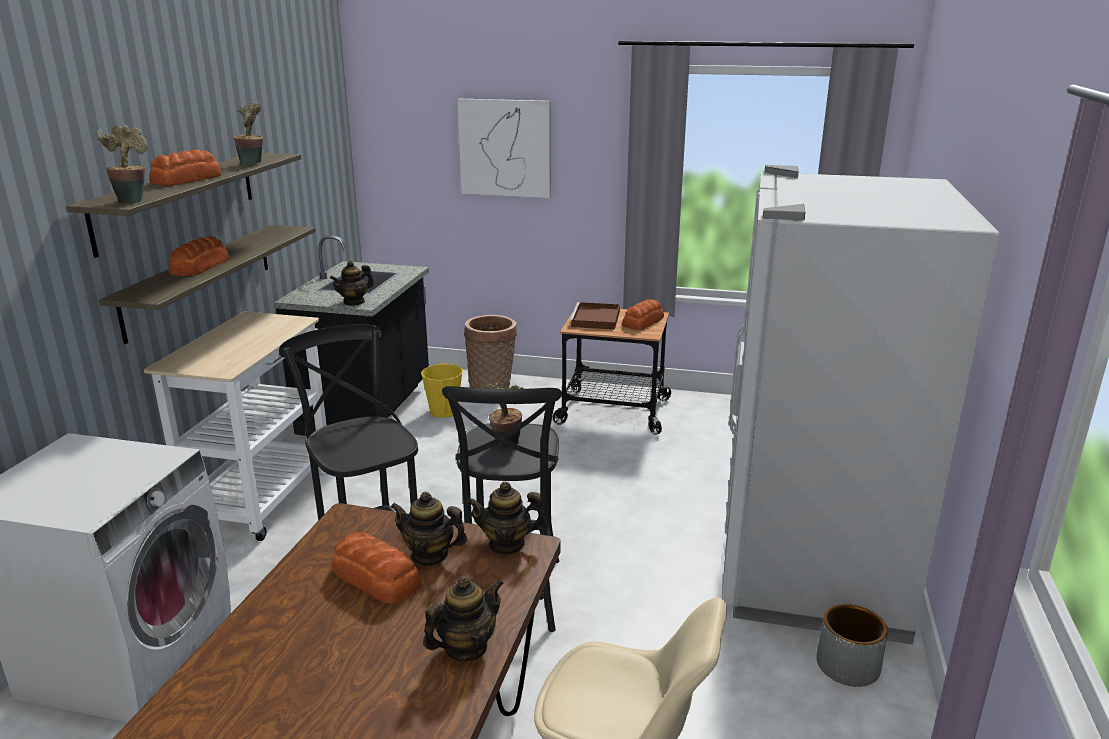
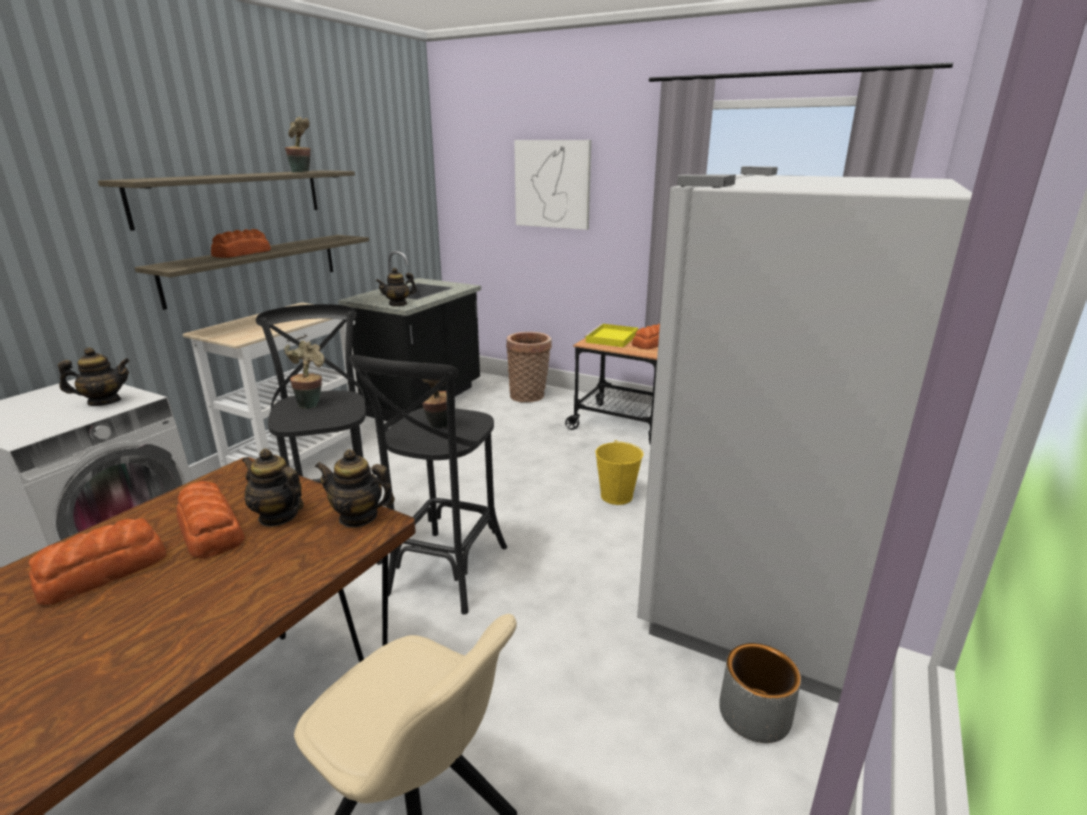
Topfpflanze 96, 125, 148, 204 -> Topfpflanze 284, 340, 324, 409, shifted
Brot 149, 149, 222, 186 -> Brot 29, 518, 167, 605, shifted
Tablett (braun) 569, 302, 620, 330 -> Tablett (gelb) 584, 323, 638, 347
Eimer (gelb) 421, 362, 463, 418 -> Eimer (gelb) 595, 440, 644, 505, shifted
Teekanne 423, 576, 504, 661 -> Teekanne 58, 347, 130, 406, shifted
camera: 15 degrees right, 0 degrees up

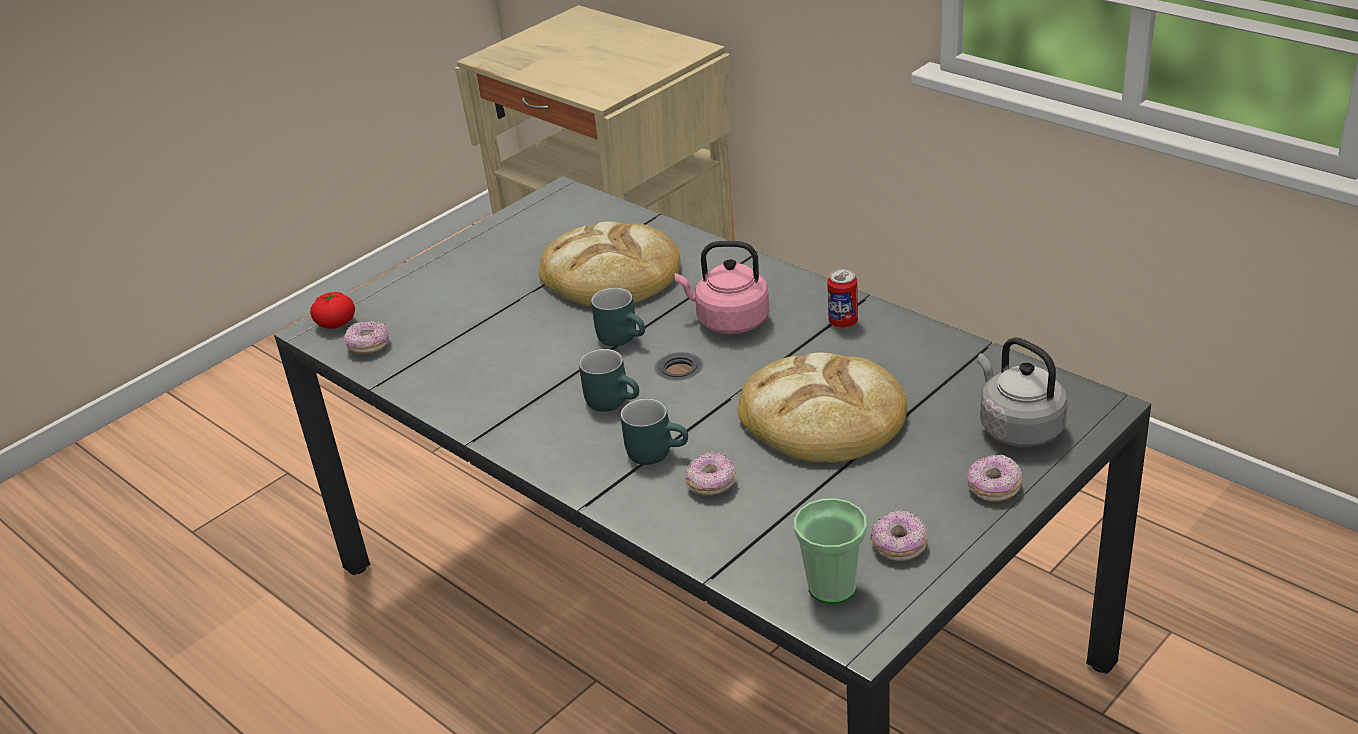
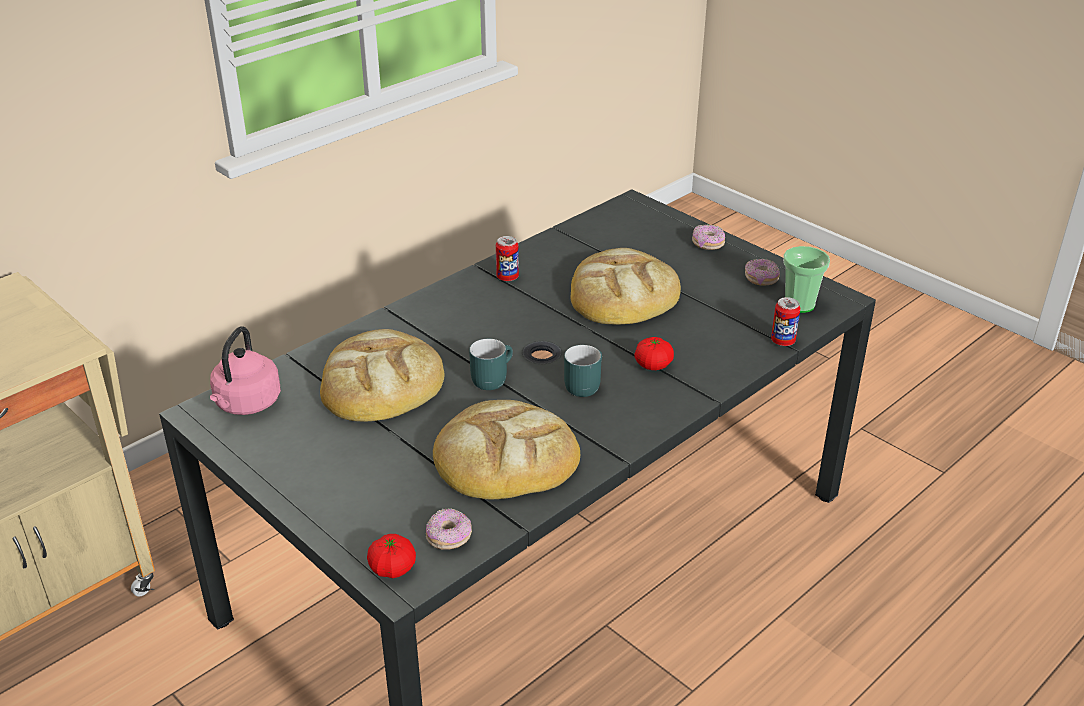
Wasserkessel (rosa) 675, 241, 769, 334 -> Wasserkessel (rosa) 210, 326, 281, 415, shifted
Wasserkessel (grau) 977, 337, 1068, 447 -> none
Henkelbecher (türkis) 620, 398, 688, 465 -> Tomate 634, 337, 674, 370
Donut 685, 452, 737, 495 -> none
none -> Dose 771, 297, 801, 346
none -> Brot 433, 400, 580, 500
camera: 90 degrees left, 0 degrees up

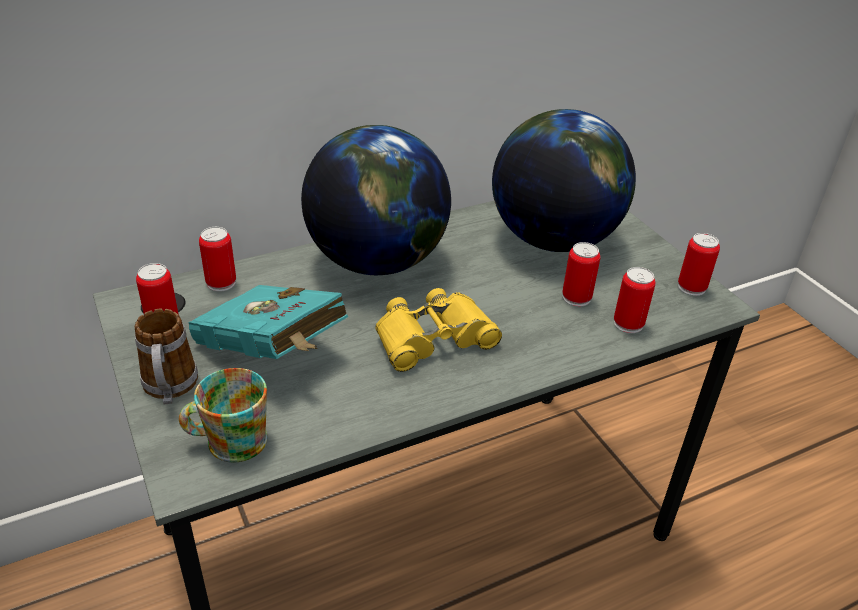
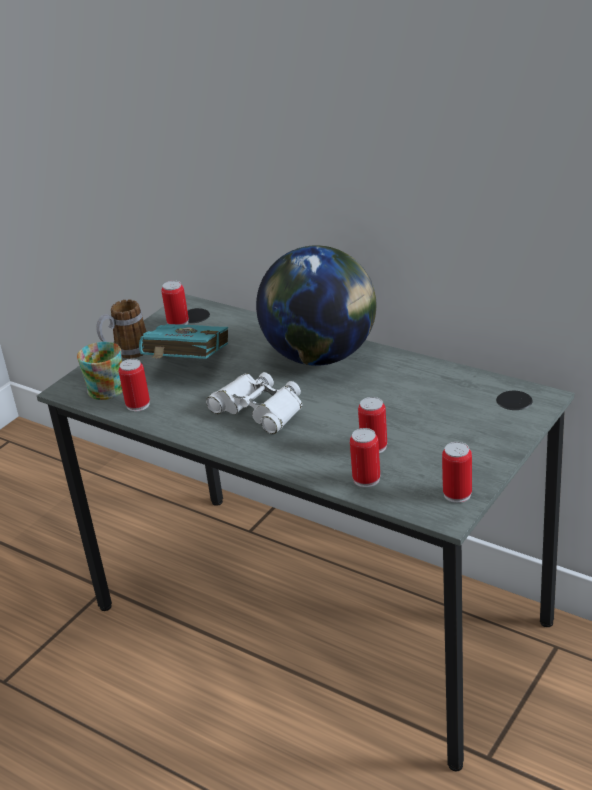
Globus 492, 109, 636, 252 -> none
Dose 199, 227, 236, 292 -> Dose 119, 359, 150, 412, shifted
Fernglas (gelb) 375, 288, 502, 372 -> Fernglas (weiß) 206, 372, 302, 434
camera: 65 degrees right, 5 degrees down

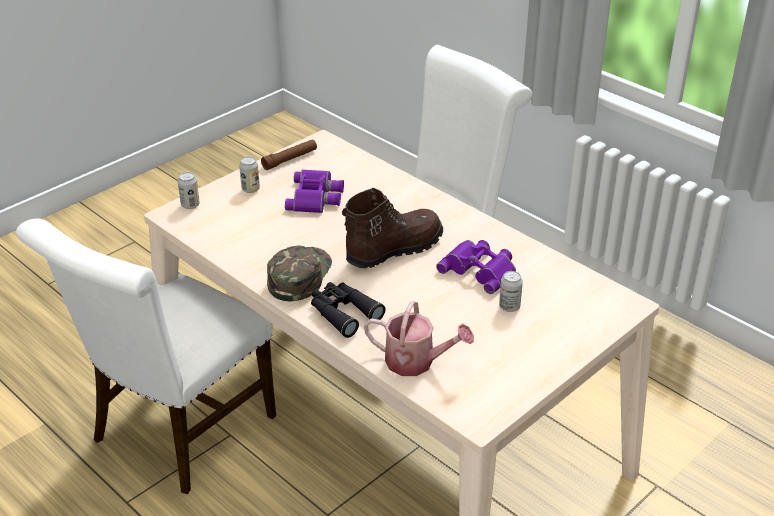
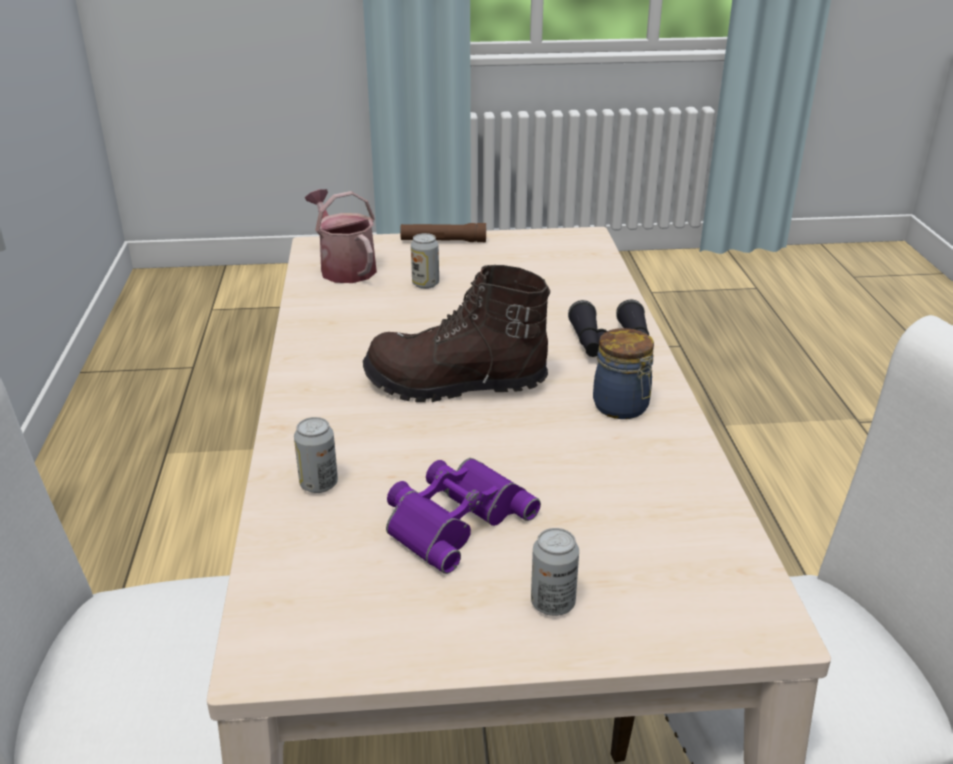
Taschenlampe (braun) 261, 139, 317, 170 -> Taschenlampe (braun) 400, 223, 486, 242, shifted
Dose 178, 172, 200, 209 -> Dose 294, 417, 338, 493, shifted
Fernglas (lila) 436, 240, 516, 294 -> none
Kappe (grün) 267, 245, 332, 301 -> Vorratsglas 593, 328, 654, 419
Gießkanne 364, 301, 474, 376 -> Gießkanne 305, 189, 377, 283, shifted
camera: 140 degrees left, 5 degrees down

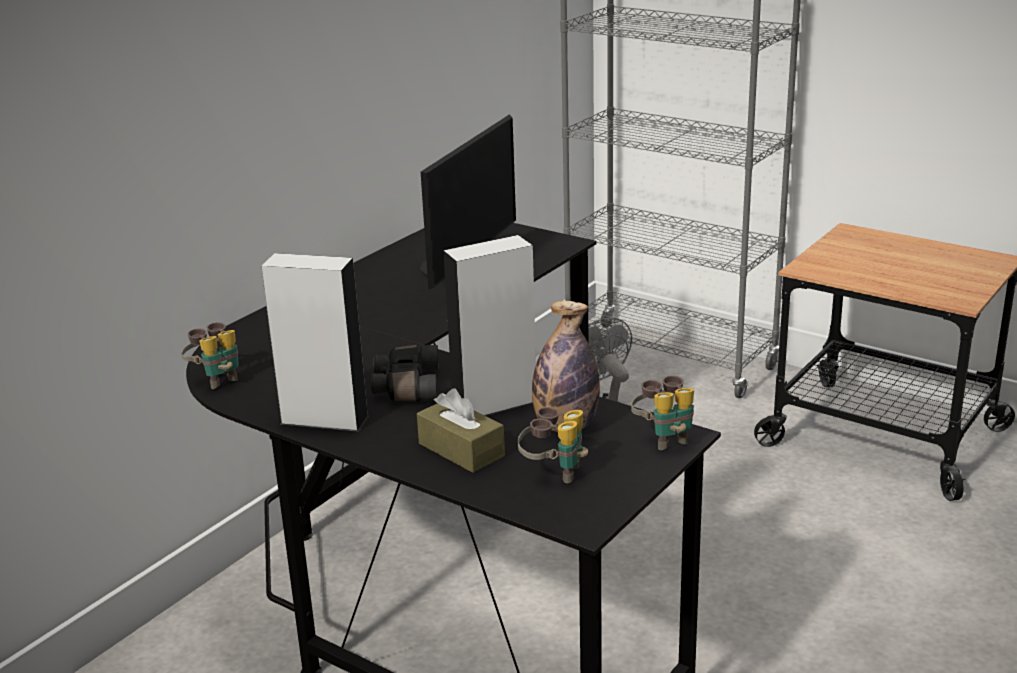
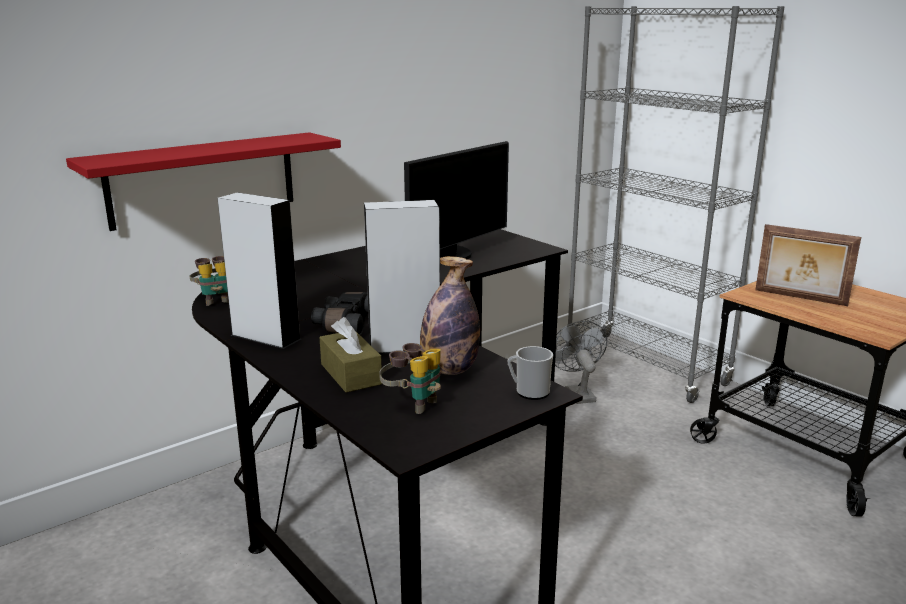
Fernglas 631, 375, 694, 450 -> Henkelbecher 508, 346, 553, 400
none -> Wandregal (rot) 66, 132, 341, 231
none -> Bilderrahmen 755, 224, 861, 306
camera: 15 degrees right, 5 degrees down

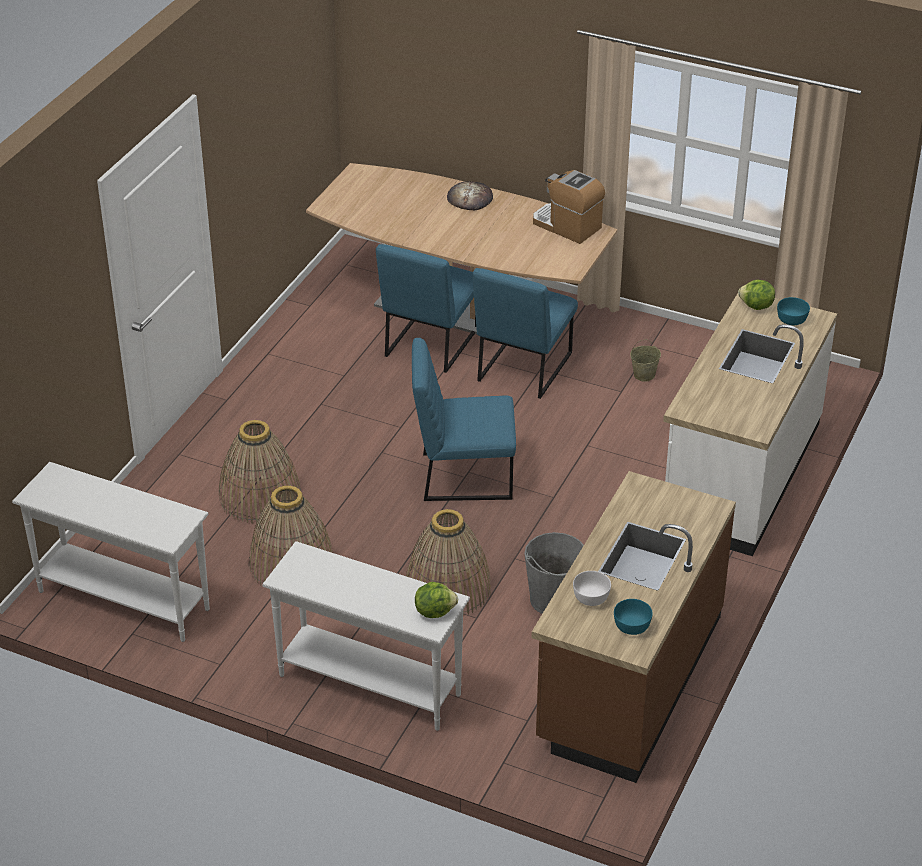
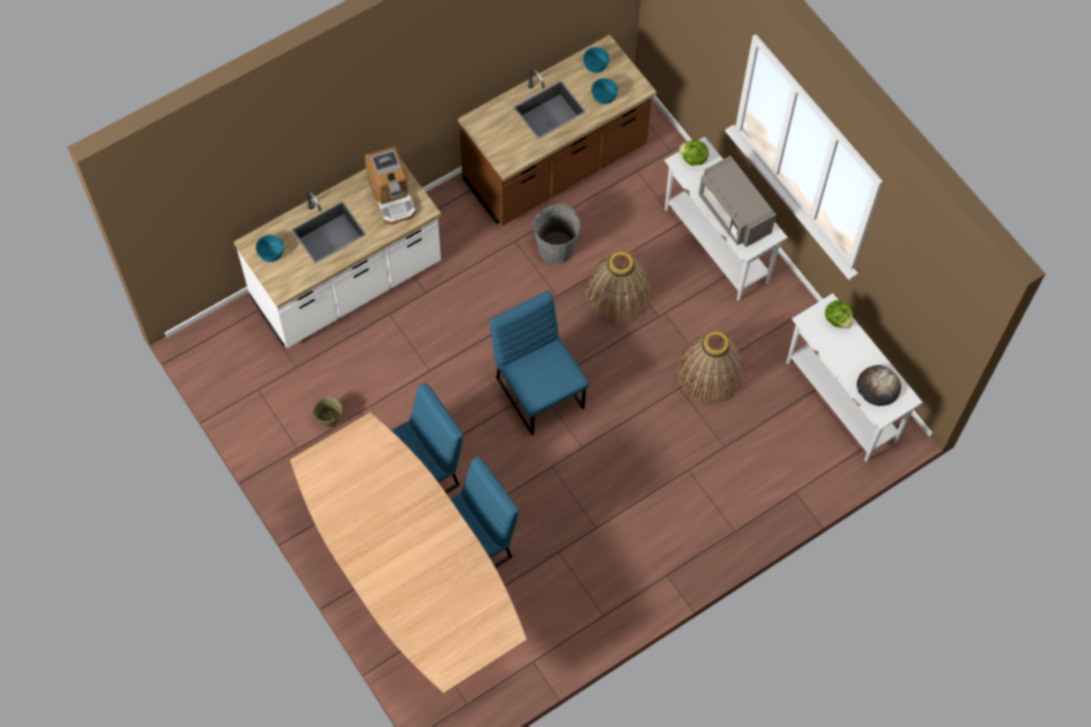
Kaffeemaschine 533, 170, 605, 244 -> Kaffeemaschine 365, 146, 416, 225, shifted
Brot 447, 181, 493, 210 -> Brot 857, 365, 901, 406, shifted
Salatkopf 738, 280, 775, 310 -> Salatkopf 825, 300, 853, 328, shifted
Stuhl (blau) 412, 338, 516, 501 -> Stuhl (blau) 489, 291, 589, 435, 150 degrees counterclockwise
Korb 219, 420, 301, 524 -> none
Schüssel (weiß) 573, 571, 611, 606 -> Schüssel (türkis) 592, 78, 618, 104
none -> Mikrowelle (grau) 699, 156, 776, 247
camera: 150 degrees left, 25 degrees up

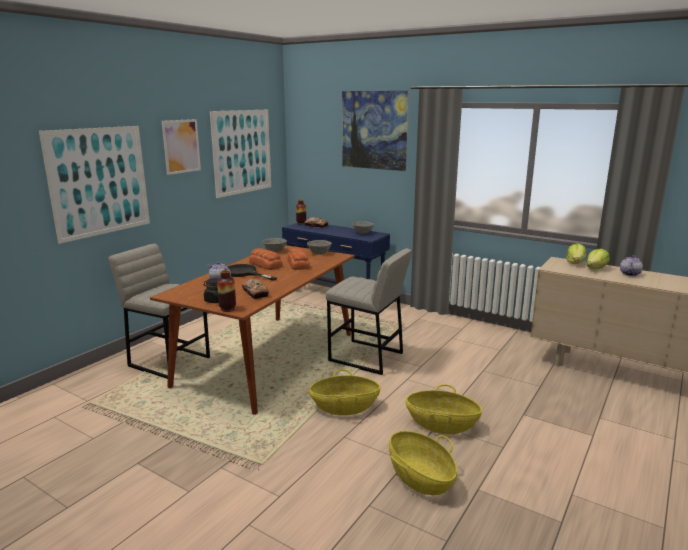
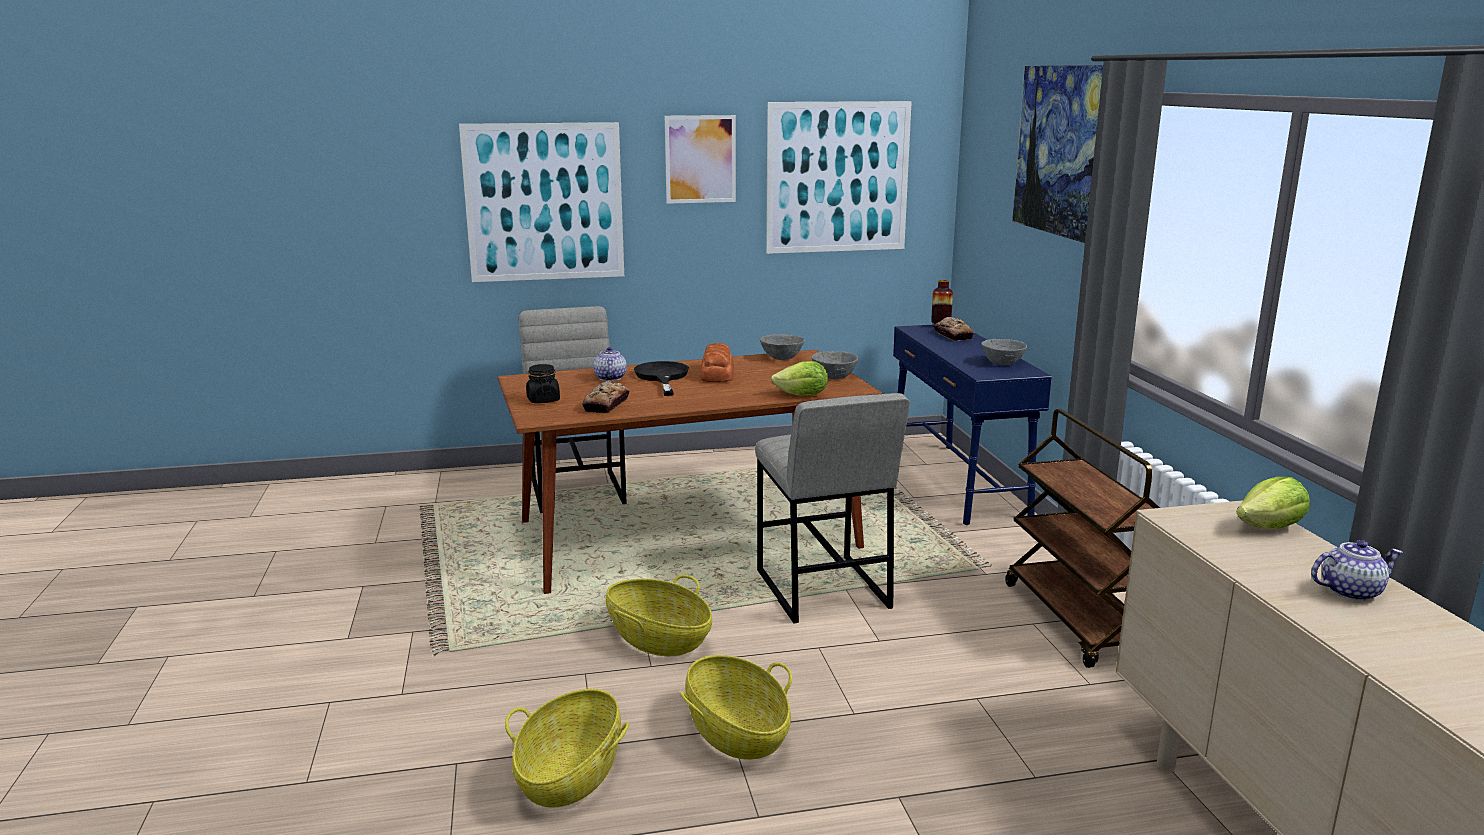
Brot 287, 247, 310, 270 -> none
Salatkopf 586, 249, 610, 269 -> Salatkopf 771, 361, 828, 396, shifted
Vase 217, 270, 236, 312 -> none
none -> Rollwagen (braun) 1005, 409, 1160, 668
camera: 45 degrees right, 0 degrees up

